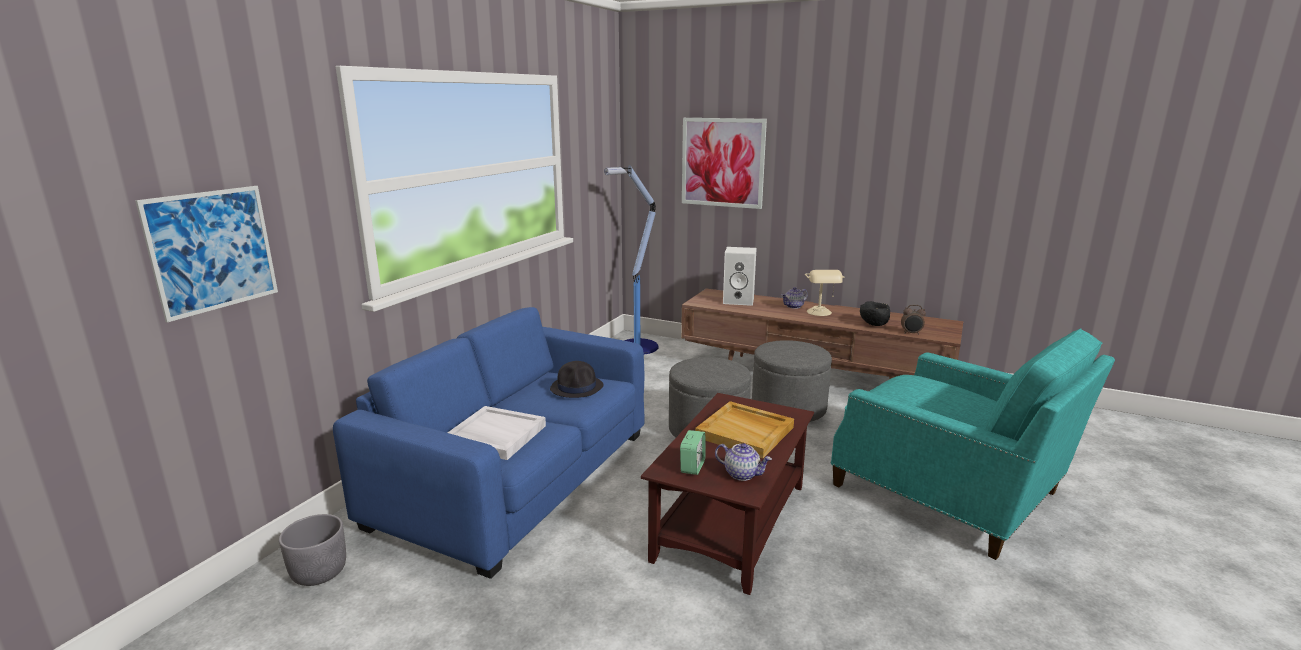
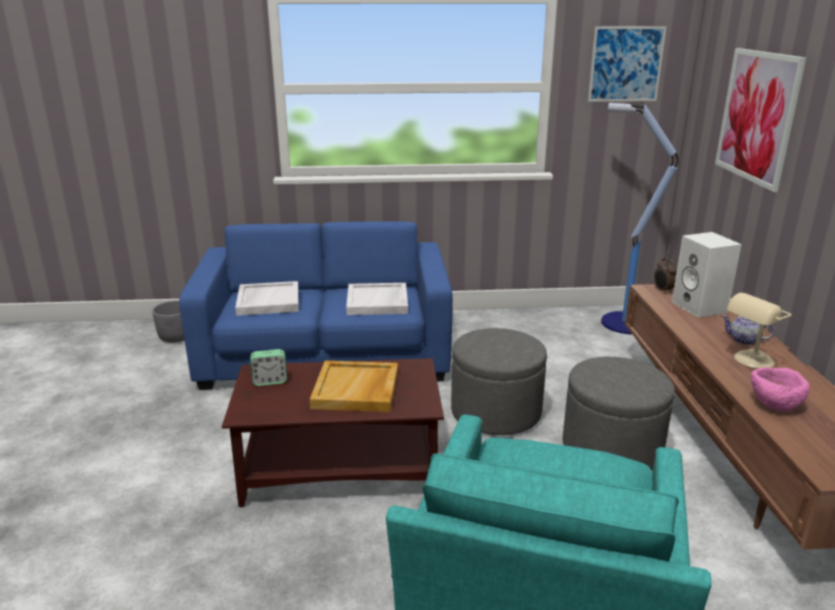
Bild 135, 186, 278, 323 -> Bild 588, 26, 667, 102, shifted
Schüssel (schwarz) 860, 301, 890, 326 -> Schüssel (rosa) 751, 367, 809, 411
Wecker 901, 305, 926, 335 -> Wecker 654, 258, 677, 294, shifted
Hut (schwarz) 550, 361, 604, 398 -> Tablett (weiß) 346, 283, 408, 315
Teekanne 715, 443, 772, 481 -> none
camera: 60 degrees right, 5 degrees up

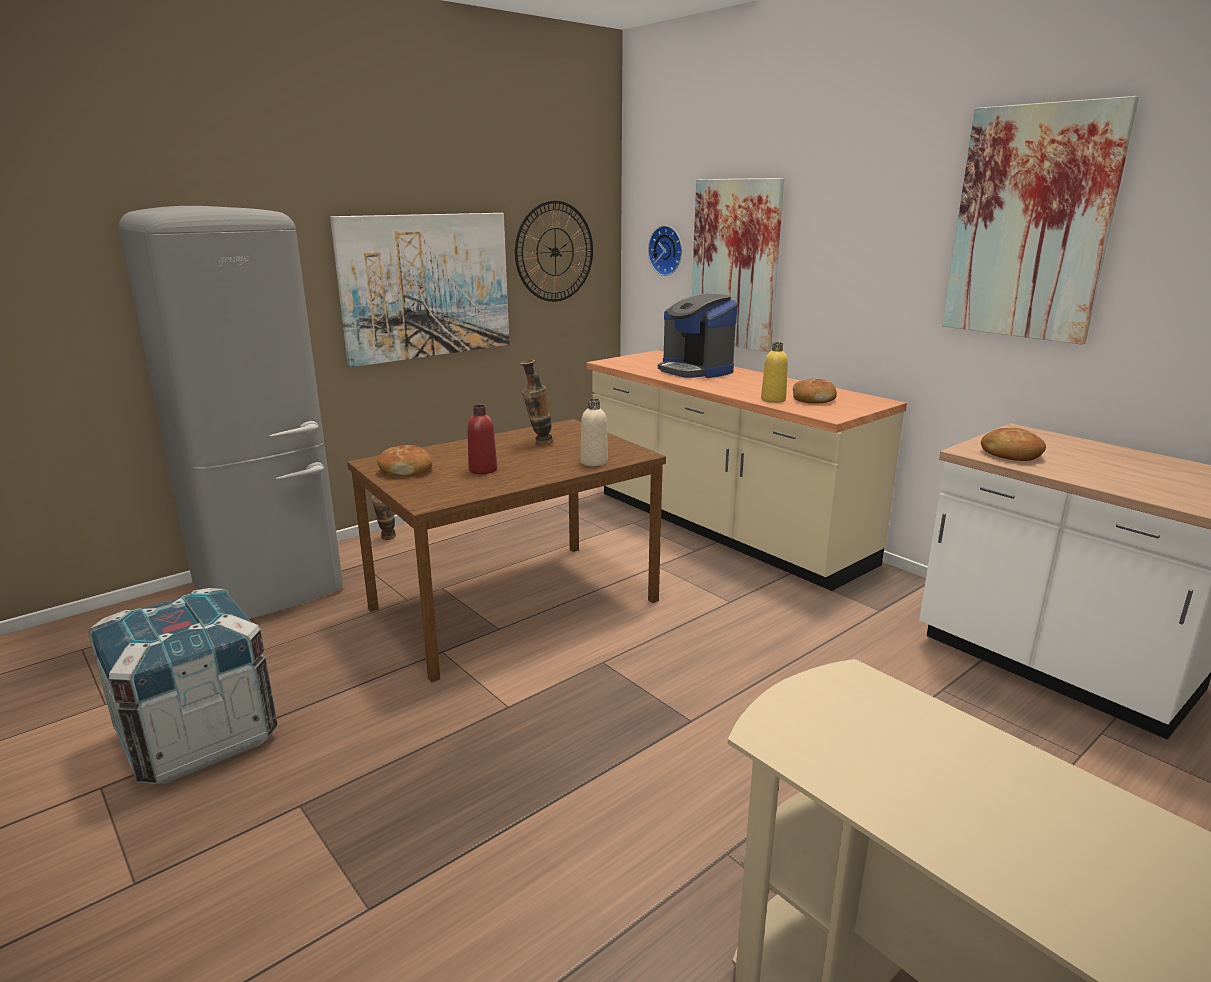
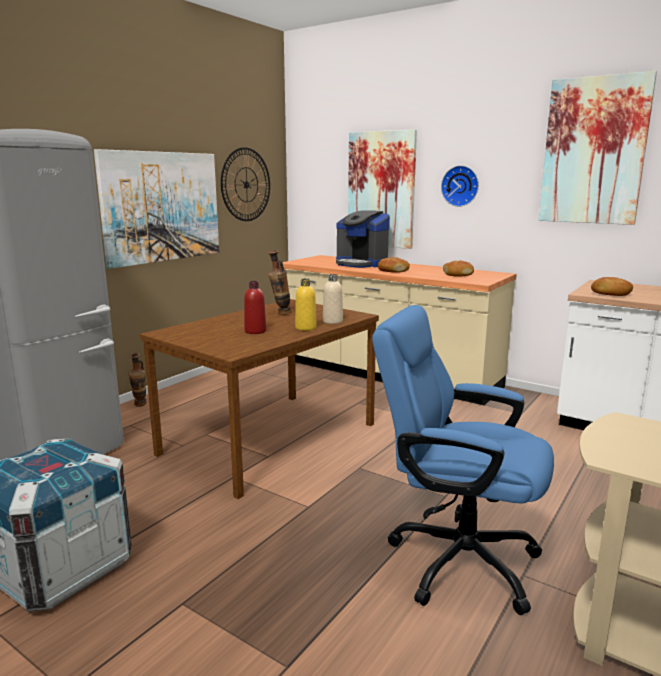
Wanduhr 648, 225, 682, 276 -> Wanduhr 441, 165, 479, 207, shifted
Flasche (gelb) 761, 342, 788, 403 -> Flasche (gelb) 295, 279, 317, 331, shifted
Brot 377, 445, 433, 476 -> Brot 378, 257, 410, 273, shifted
none -> Bürostuhl (blau) 372, 305, 554, 615
camera: 15 degrees left, 5 degrees down

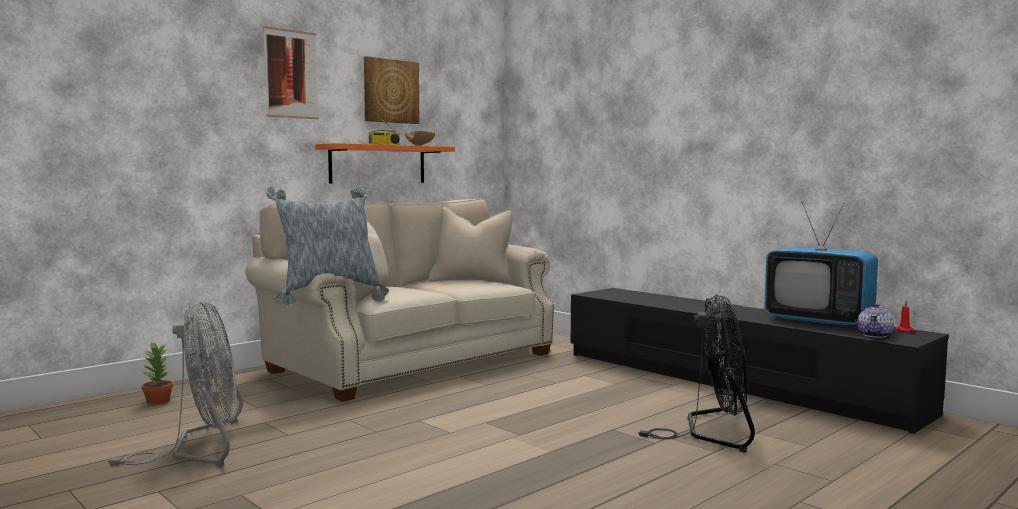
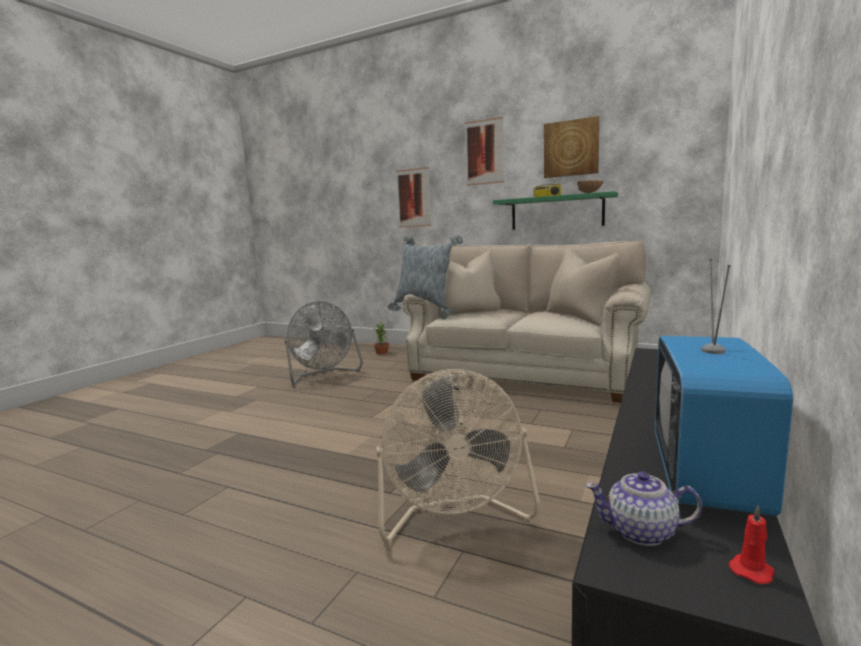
Wandregal (orange) 315, 143, 455, 184 -> Wandregal (grün) 493, 191, 618, 230
Ventilator (schwarz) 637, 294, 755, 453 -> Ventilator (beige) 376, 369, 540, 548
none -> Bild 396, 167, 432, 227
camera: 70 degrees right, 5 degrees up

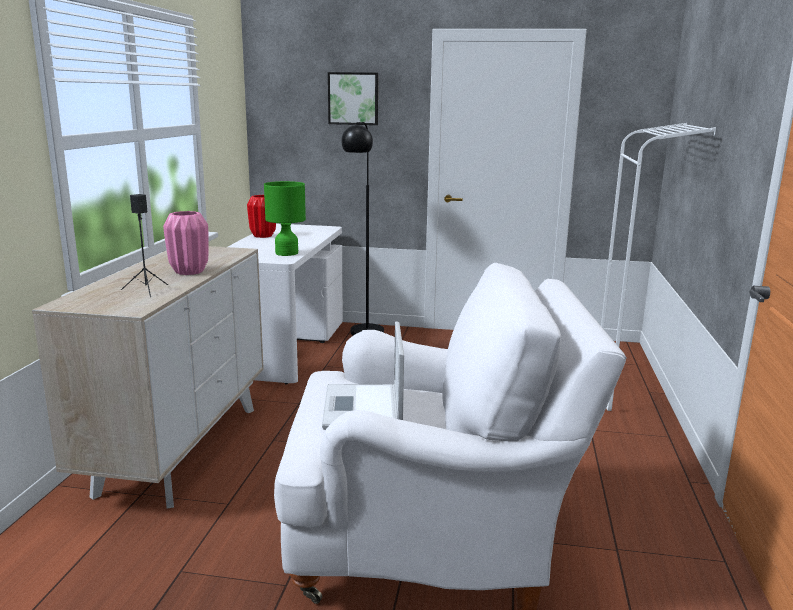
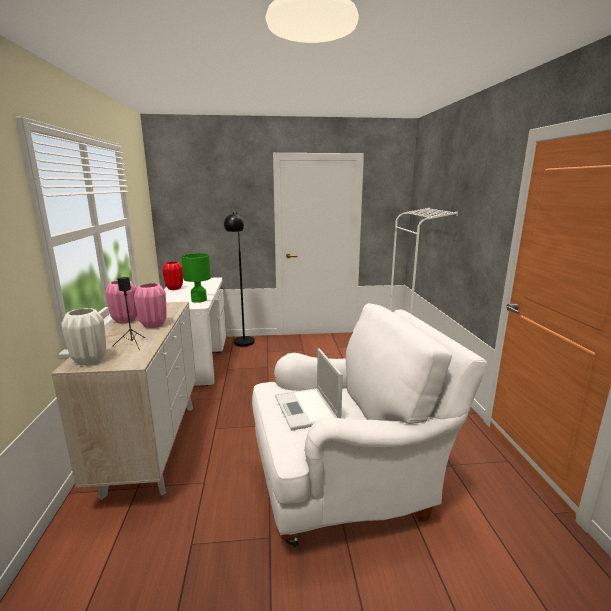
Bild 328, 72, 378, 125 -> none
none -> Vase (rosa) 105, 280, 137, 324
none -> Vase (weiß) 61, 308, 106, 366
camera: 15 degrees left, 0 degrees up

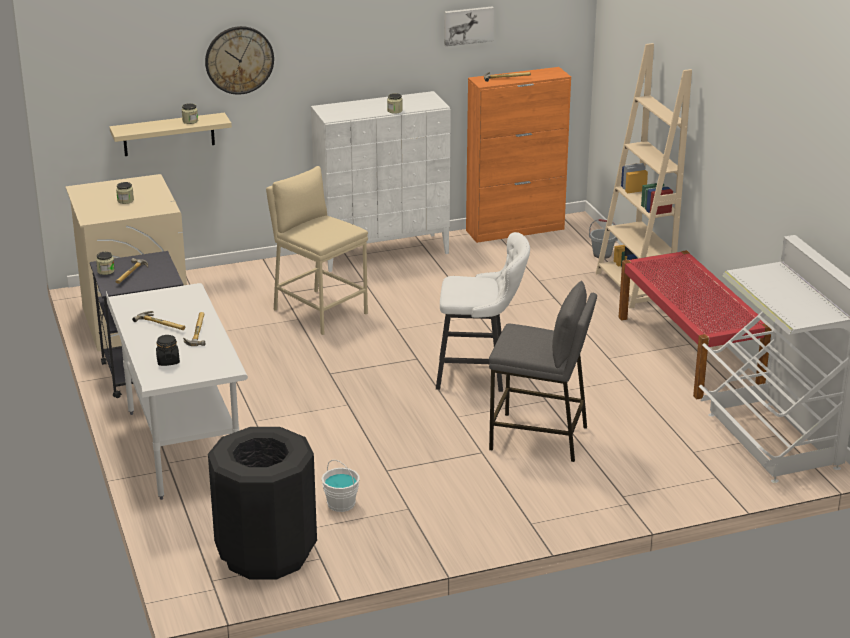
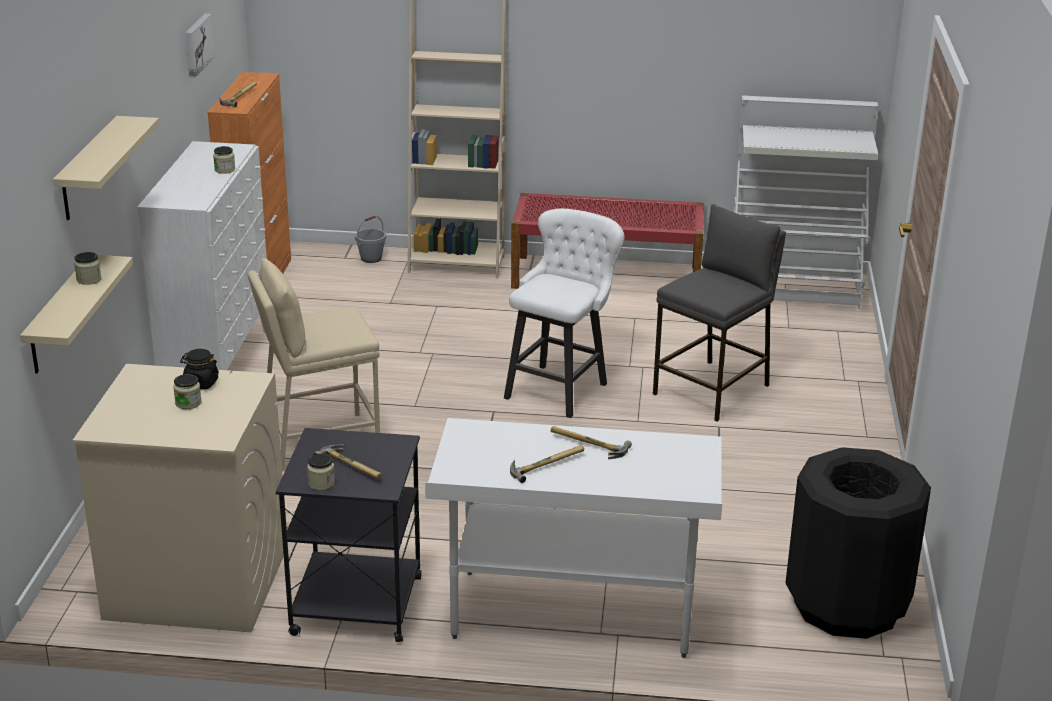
Wanduhr 205, 26, 274, 95 -> Wandregal (beige) 53, 116, 159, 220
Vorratsglas (schwarz) 156, 335, 180, 366 -> Vorratsglas (schwarz) 180, 349, 219, 389, shifted
Eimer (weiß) 321, 460, 359, 512 -> none
camera: 65 degrees left, 0 degrees up

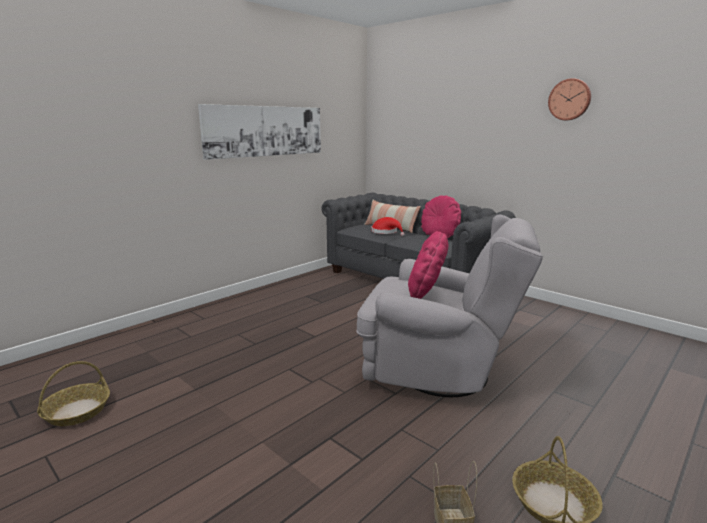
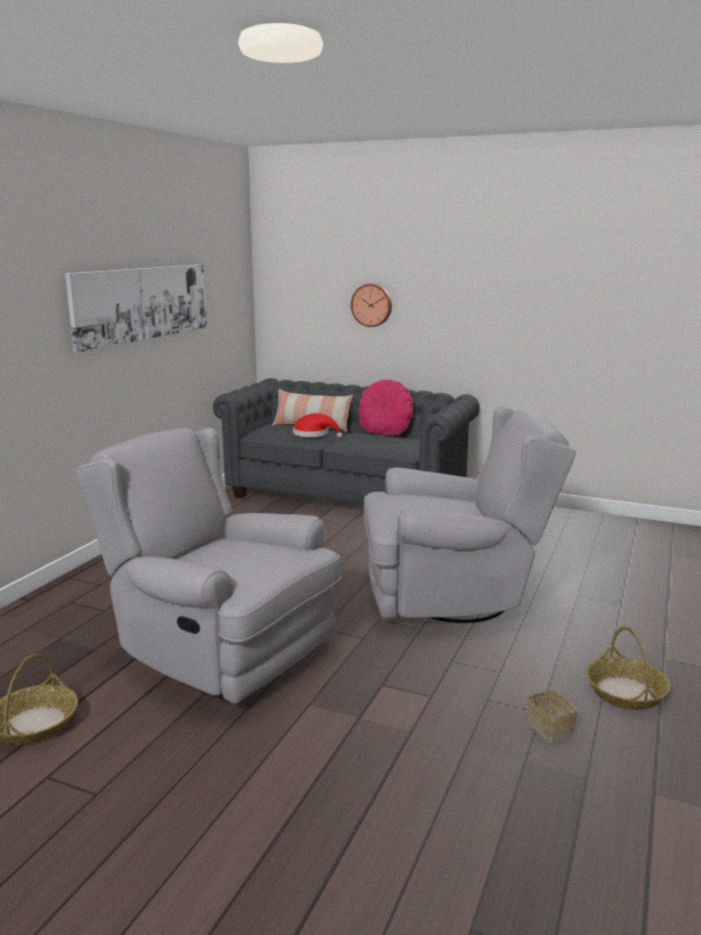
Wanduhr 548, 78, 591, 120 -> Wanduhr 351, 284, 392, 327, shifted
Kissen (rosa) 408, 231, 448, 299 -> none
none -> Sessel (grau) 76, 428, 341, 703
camera: 20 degrees left, 0 degrees up

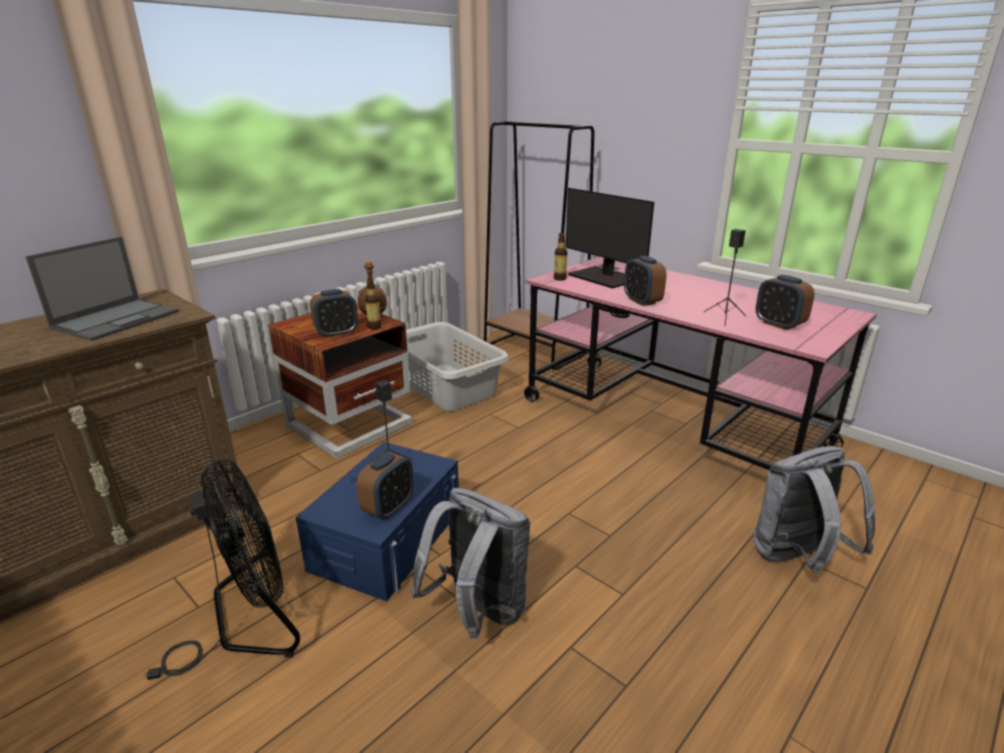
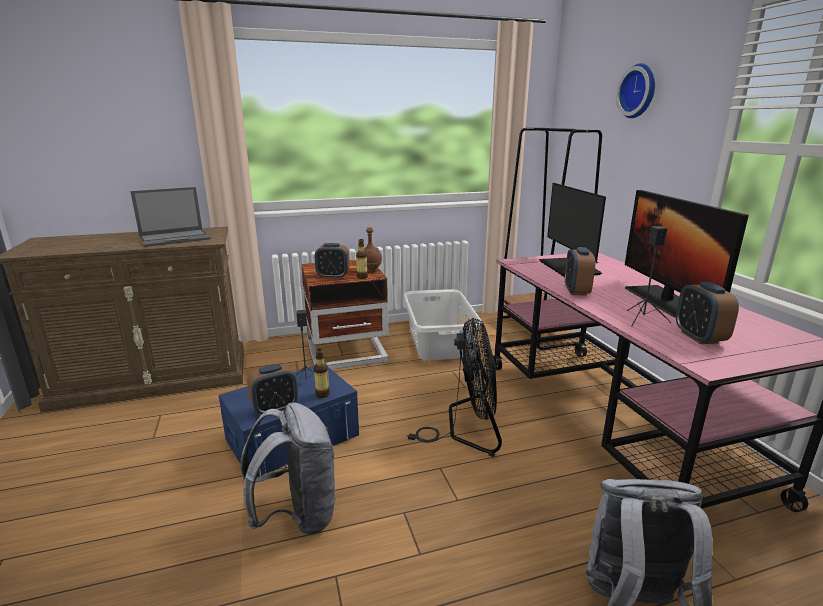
Flasche 554, 233, 568, 281 -> Flasche 314, 348, 330, 398, shifted
Ventilator (schwarz) 144, 460, 300, 680 -> Ventilator (schwarz) 406, 318, 502, 457, shifted
none -> Wanduhr 616, 63, 655, 118
none -> Monitor 625, 190, 749, 317
camera: 30 degrees right, 5 degrees down

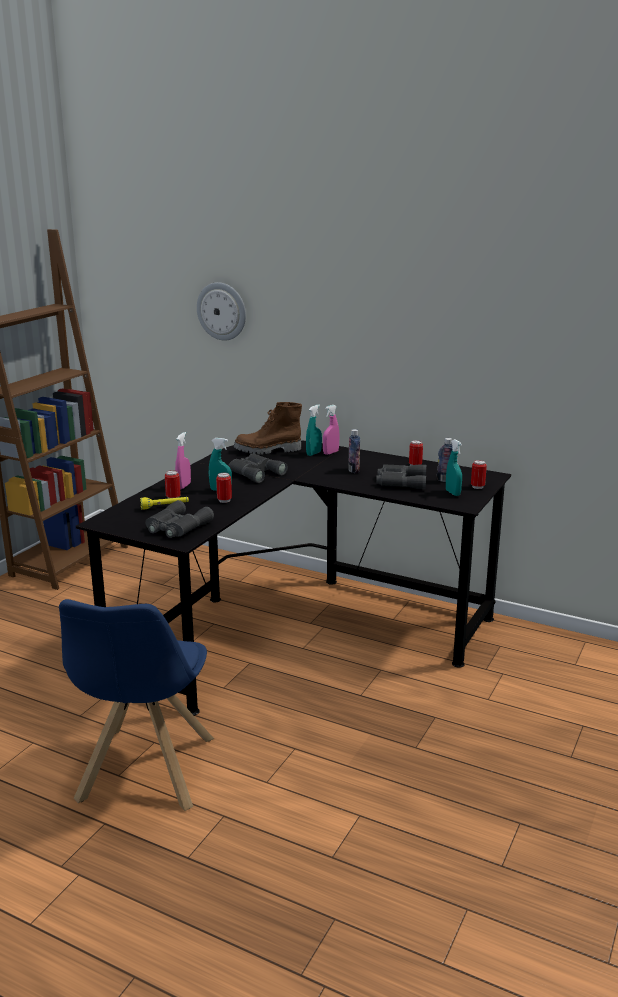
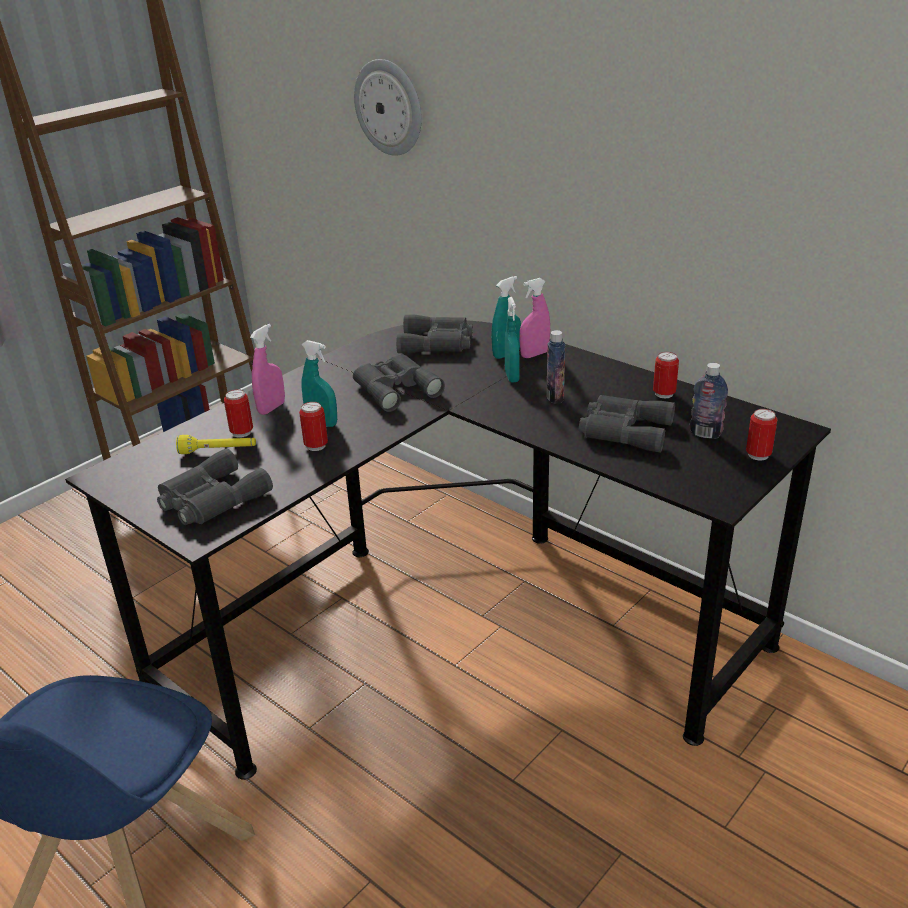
Stiefel (braun) 234, 402, 302, 455 -> Fernglas (grau) 396, 315, 473, 353
Sprühflasche (türkis) 446, 439, 462, 496 -> Sprühflasche (türkis) 505, 297, 520, 383, shifted
camera: 15 degrees right, 10 degrees up

